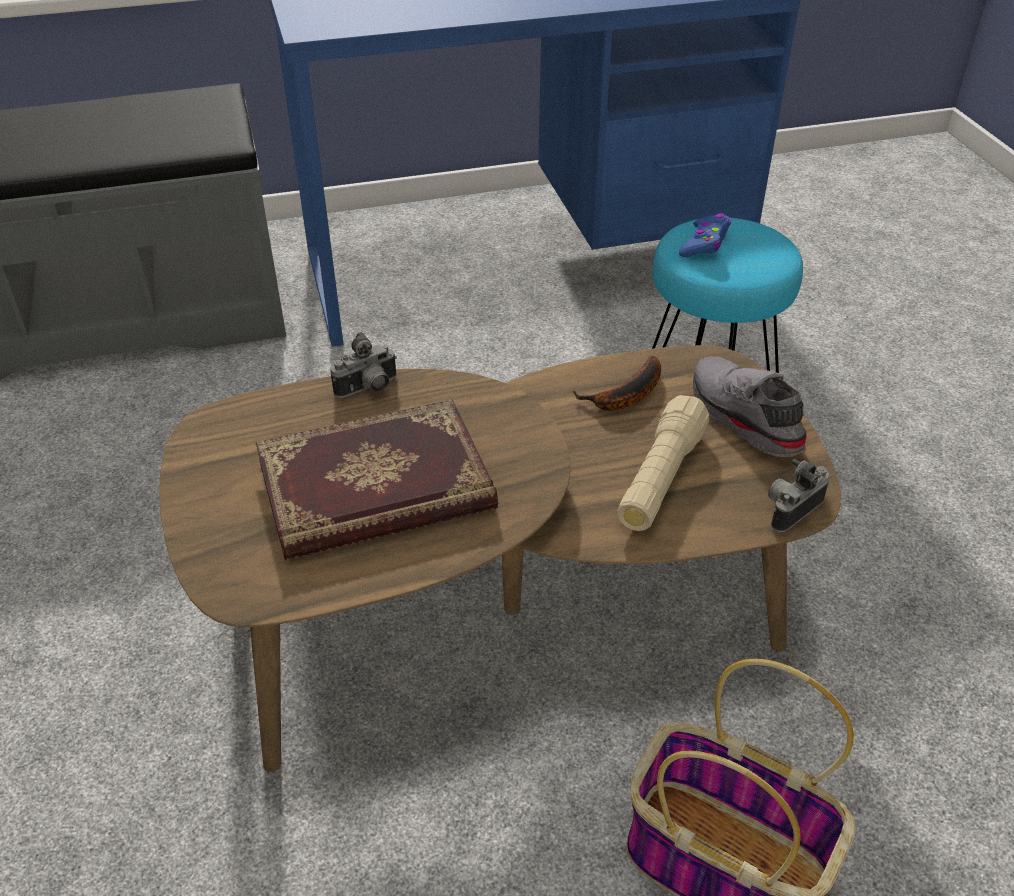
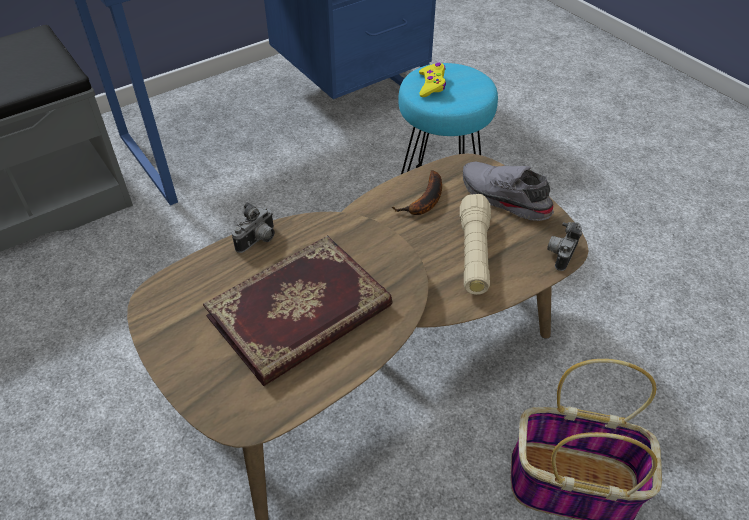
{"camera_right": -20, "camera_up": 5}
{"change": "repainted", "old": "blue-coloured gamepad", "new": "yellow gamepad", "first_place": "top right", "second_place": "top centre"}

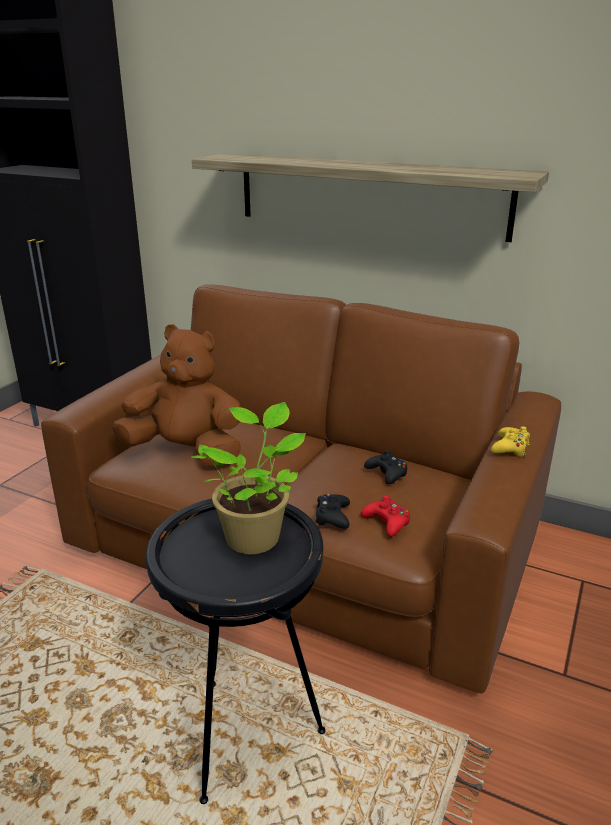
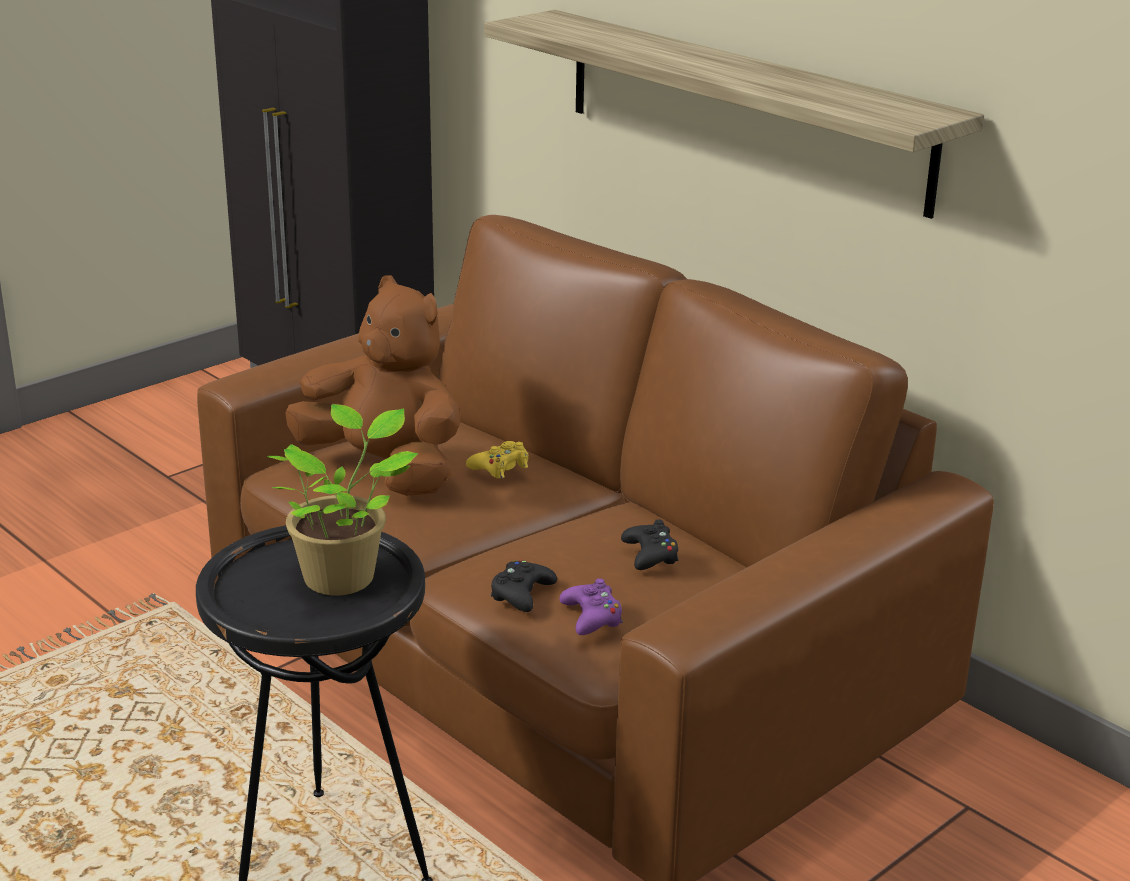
{"camera_right": 20, "camera_up": 0}
{"change": "repainted", "old": "reddish gamepad", "new": "purple-coloured gamepad", "first_place": "centre", "second_place": "bottom centre"}
{"change": "shifted", "old": "yellow gamepad", "first_place": "middle right", "second_place": "centre"}

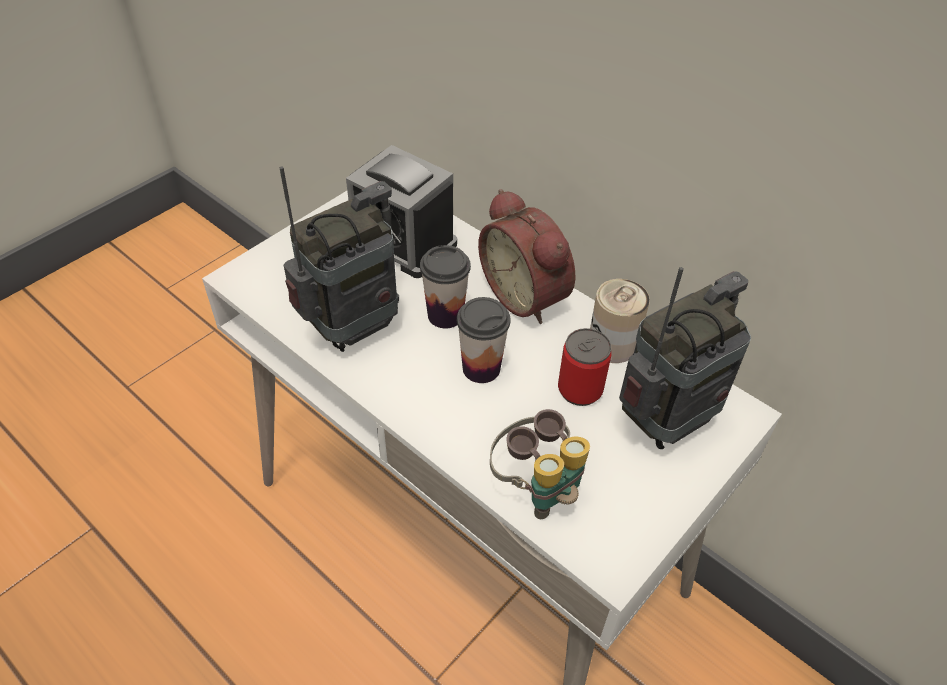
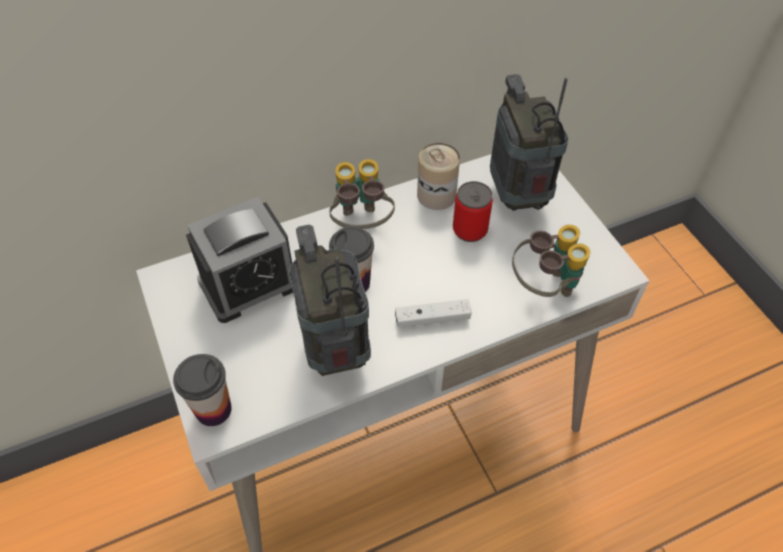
{"camera_right": -65, "camera_up": 5}
{"change": "shifted", "old": "cup (no. 2 from left in the first image)", "new": "cup (no. 1 from left)", "first_place": "centre", "second_place": "bottom left"}
{"change": "swapped", "old": "bedside clock (no. 2 from left)", "new": "field glasses (no. 1 from left)", "first_place": "centre", "second_place": "centre"}
{"change": "new", "new": "white-coloured gamepad", "second_place": "centre"}

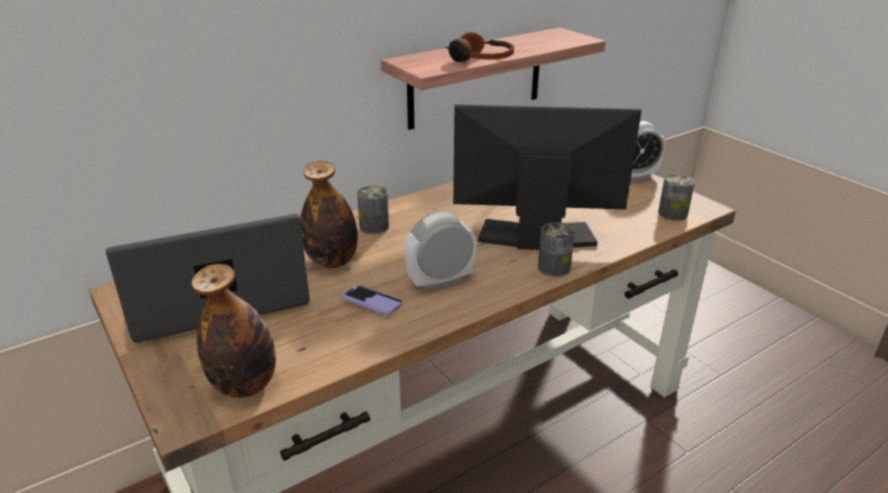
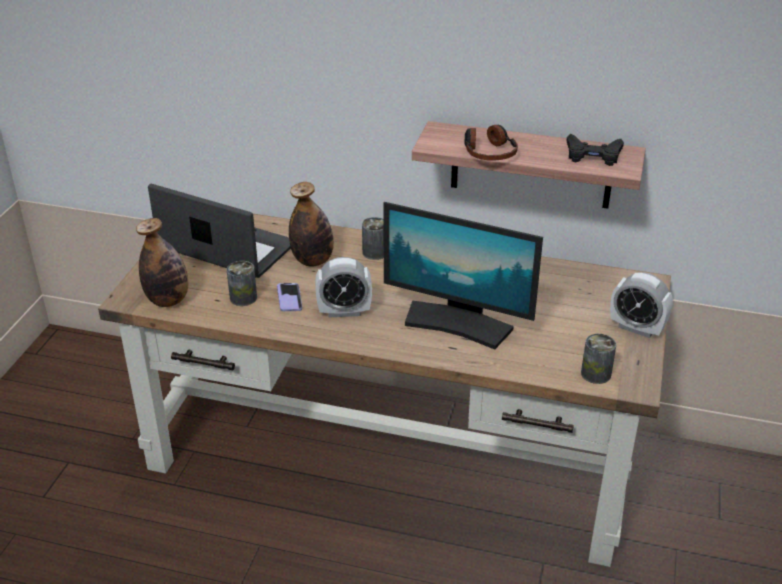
{"camera_right": 50, "camera_up": 5}
{"change": "rotated", "old": "bedside clock (no. 1 from left)", "first_place": "centre", "second_place": "centre", "degrees": 150}
{"change": "rotated", "old": "computer screen", "first_place": "centre", "second_place": "centre", "degrees": 150}
{"change": "shifted", "old": "metal can (no. 2 from left in the first image)", "new": "metal can (no. 1 from left)", "first_place": "centre", "second_place": "middle left"}
{"change": "new", "new": "blackish gamepad", "second_place": "top right"}

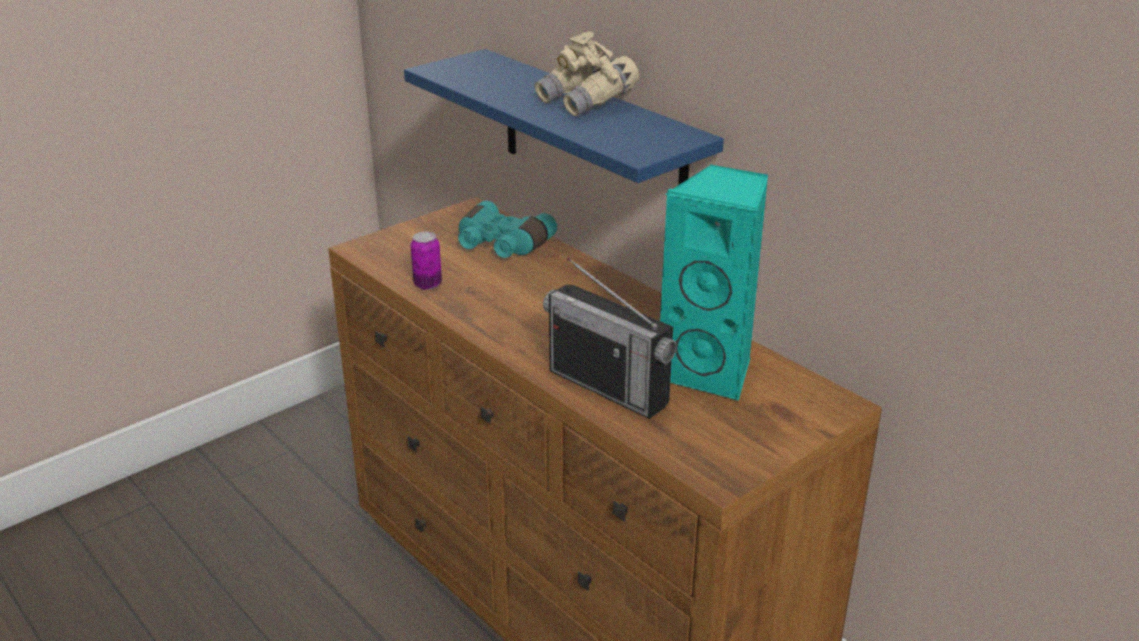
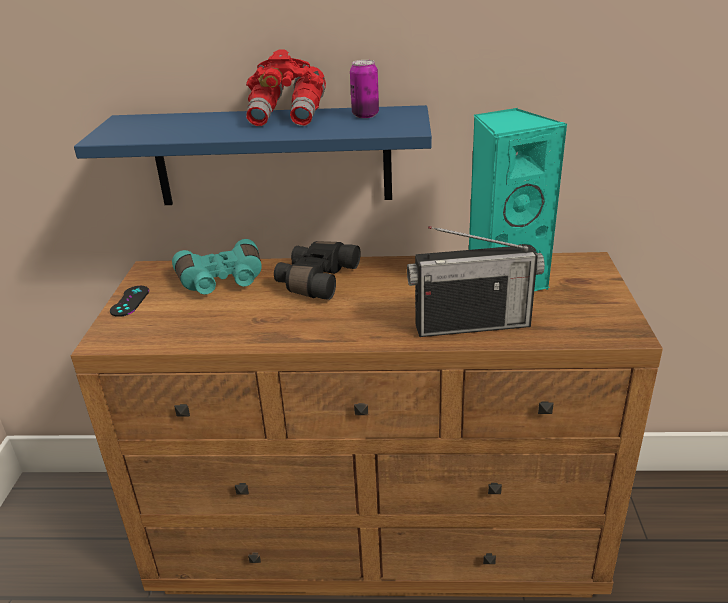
{"camera_right": -45, "camera_up": 0}
{"change": "shifted", "old": "metal can", "first_place": "centre", "second_place": "top centre"}
{"change": "repainted", "old": "beige field glasses", "new": "reddish field glasses", "first_place": "top centre", "second_place": "top centre"}
{"change": "new", "new": "blackish gamepad", "second_place": "middle left"}
{"change": "new", "new": "blackish field glasses", "second_place": "centre"}

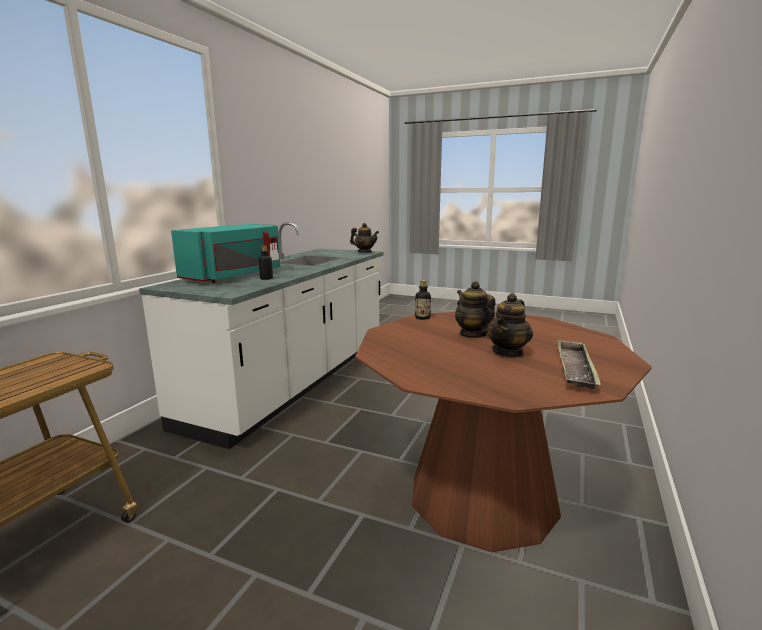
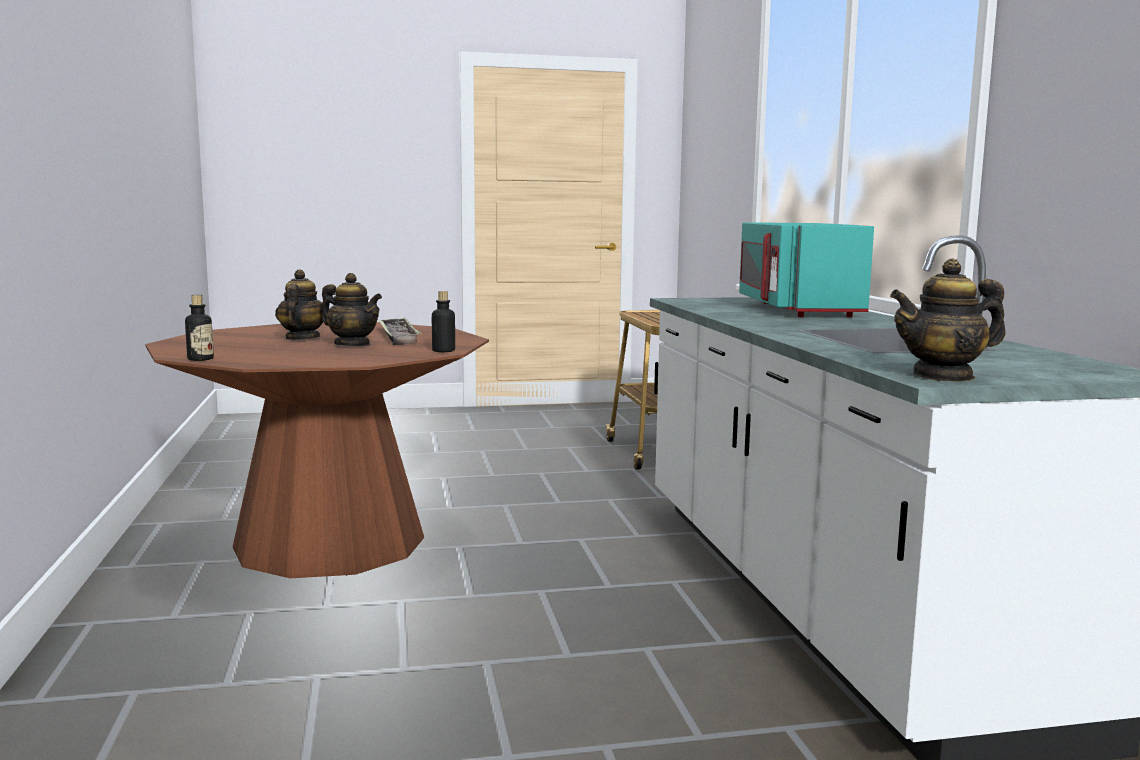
{"camera_right": 145, "camera_up": -5}
{"change": "shifted", "old": "beverage bottle (no. 1 from left)", "first_place": "centre", "second_place": "middle left"}
{"change": "shifted", "old": "tray", "first_place": "middle right", "second_place": "centre"}

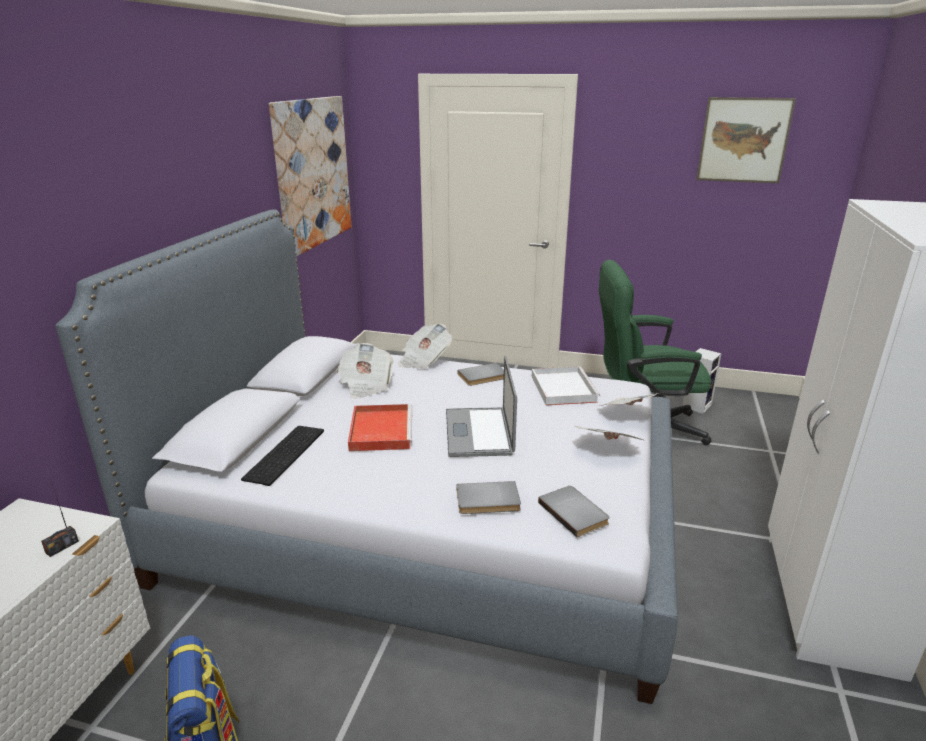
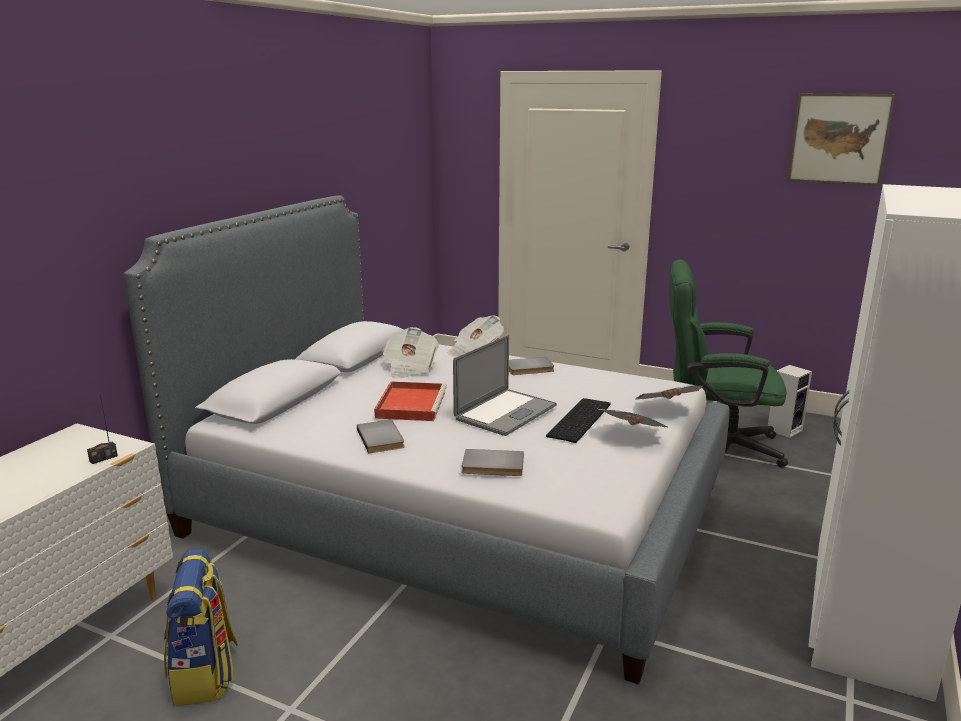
{"camera_right": 10, "camera_up": -5}
{"change": "shifted", "old": "PC keyboard", "first_place": "middle left", "second_place": "centre"}
{"change": "gone", "old": "wall picture (no. 1 from left)", "first_place": "top centre"}
{"change": "rotated", "old": "portable computer", "first_place": "centre", "second_place": "centre", "degrees": -150}
{"change": "gone", "old": "white-coloured tray", "first_place": "centre"}
{"change": "shifted", "old": "gray book (no. 3 from left in the first image)", "new": "gray book (no. 1 from left)", "first_place": "bottom centre", "second_place": "centre"}

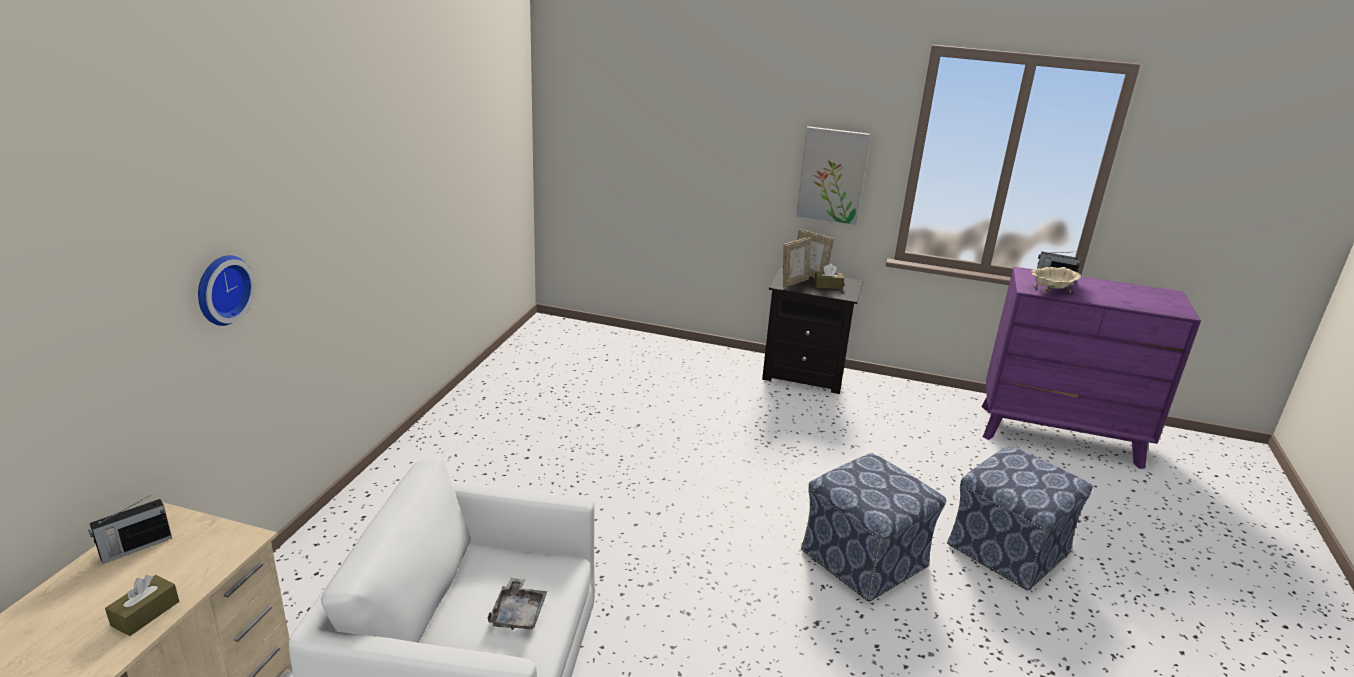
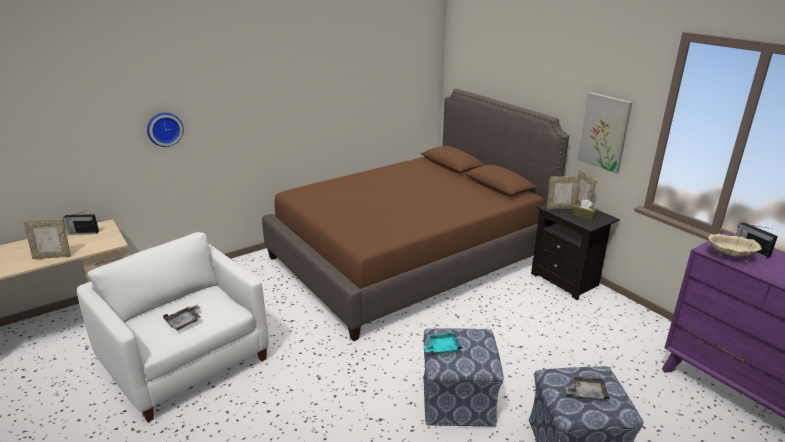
{"camera_right": 40, "camera_up": 0}
{"change": "swapped", "old": "brown-coloured box of tissues (no. 1 from left)", "new": "standing frame (no. 1 from left)", "first_place": "bottom left", "second_place": "middle left"}
{"change": "new", "new": "brown-coloured bed", "second_place": "centre"}
{"change": "new", "new": "turquoise-coloured tray", "second_place": "bottom centre"}
{"change": "new", "new": "gray tray (no. 2 from left)", "second_place": "bottom right"}

